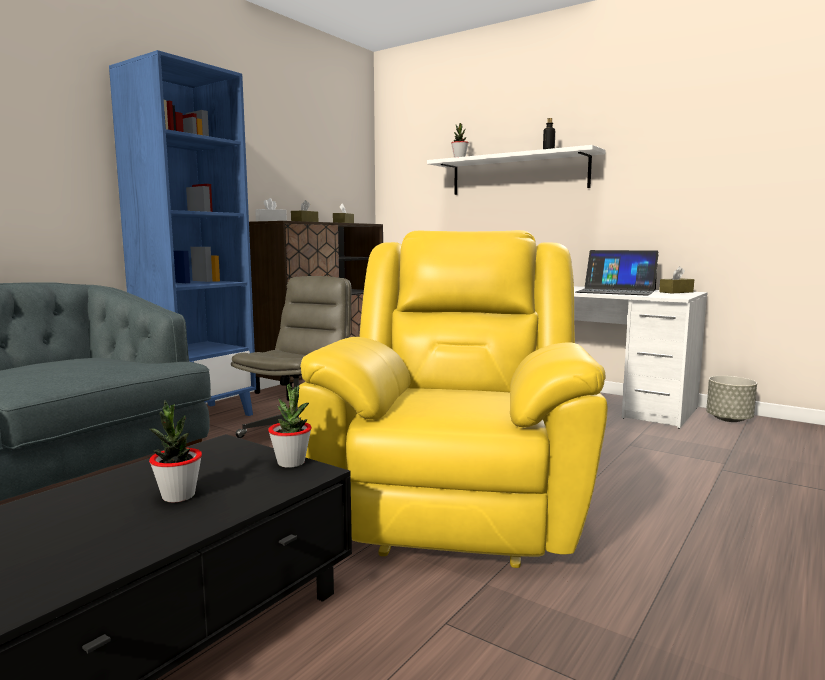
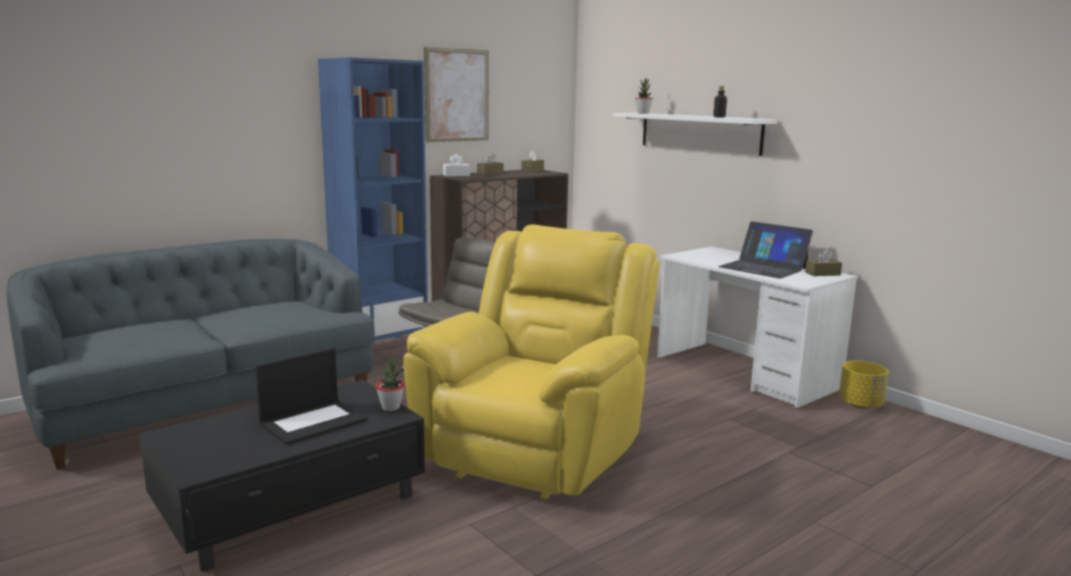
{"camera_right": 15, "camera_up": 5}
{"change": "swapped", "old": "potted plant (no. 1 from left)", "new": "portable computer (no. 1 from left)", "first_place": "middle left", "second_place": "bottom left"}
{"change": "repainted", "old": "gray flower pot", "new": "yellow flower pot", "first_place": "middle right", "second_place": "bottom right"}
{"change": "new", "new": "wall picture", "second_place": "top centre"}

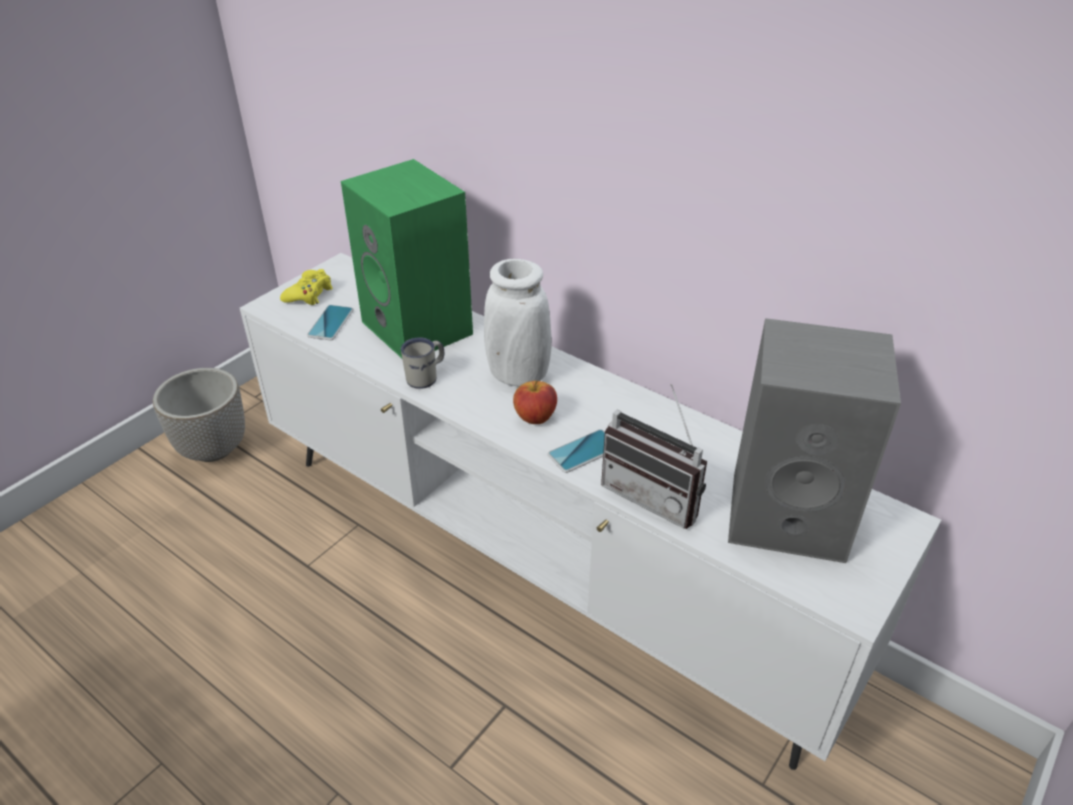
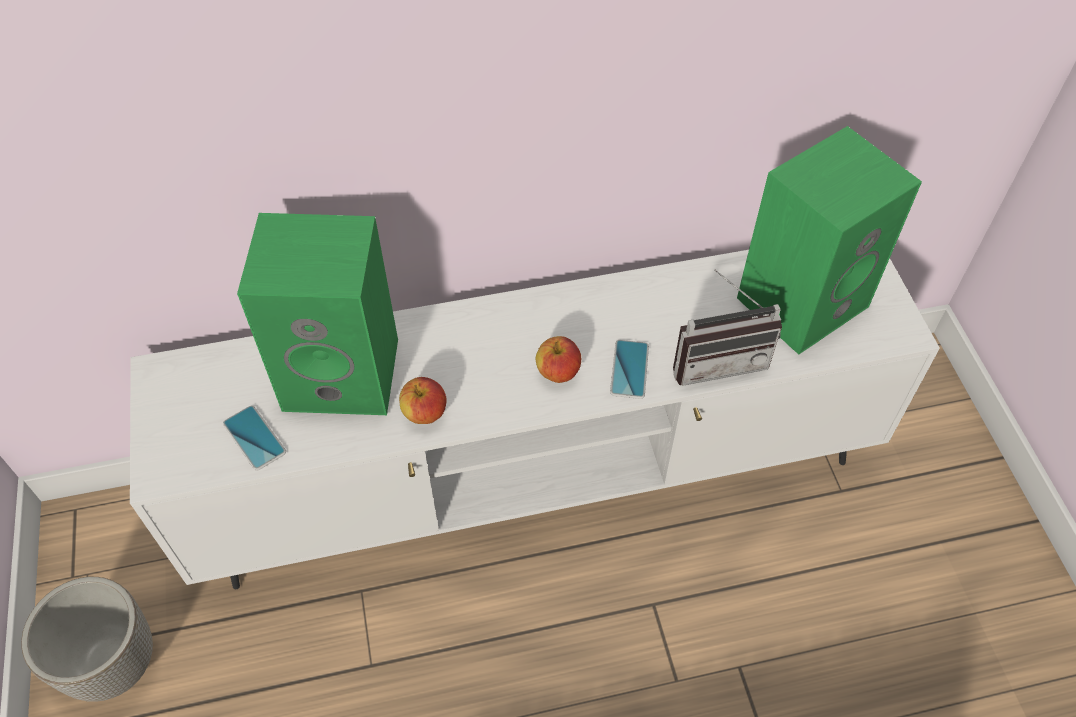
{"camera_right": -50, "camera_up": 15}
{"change": "gone", "old": "yellow gamepad", "first_place": "middle left"}
{"change": "swapped", "old": "white-coloured tea mug", "new": "whole apple (no. 1 from left)", "first_place": "centre", "second_place": "centre"}
{"change": "gone", "old": "white-coloured vase", "first_place": "centre"}
{"change": "repainted", "old": "gray audio speaker", "new": "green audio speaker (no. 2 from left)", "first_place": "middle right", "second_place": "middle right"}

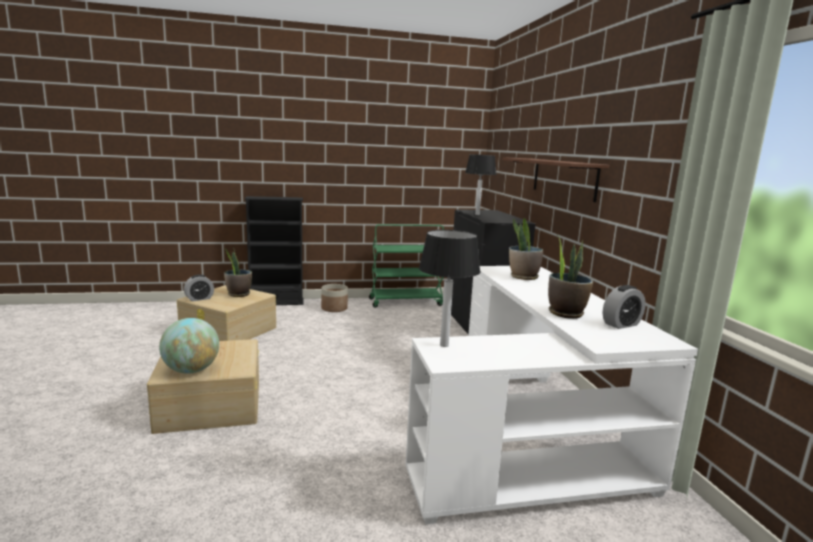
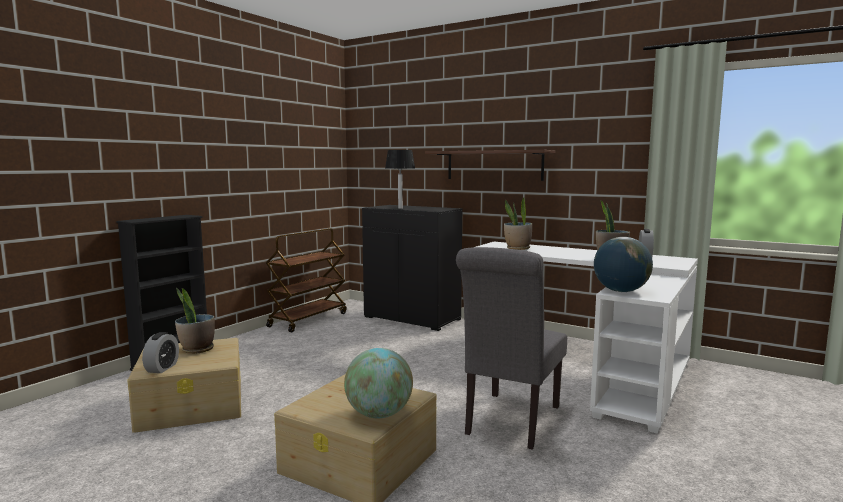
{"camera_right": -45, "camera_up": -5}
{"change": "gone", "old": "flower pot", "first_place": "centre"}
{"change": "repainted", "old": "green cart", "new": "brown-coloured cart", "first_place": "centre", "second_place": "centre"}
{"change": "swapped", "old": "lamp for a table (no. 1 from left)", "new": "globe (no. 2 from left)", "first_place": "centre", "second_place": "middle right"}
{"change": "new", "new": "gray upright chair", "second_place": "bottom centre"}

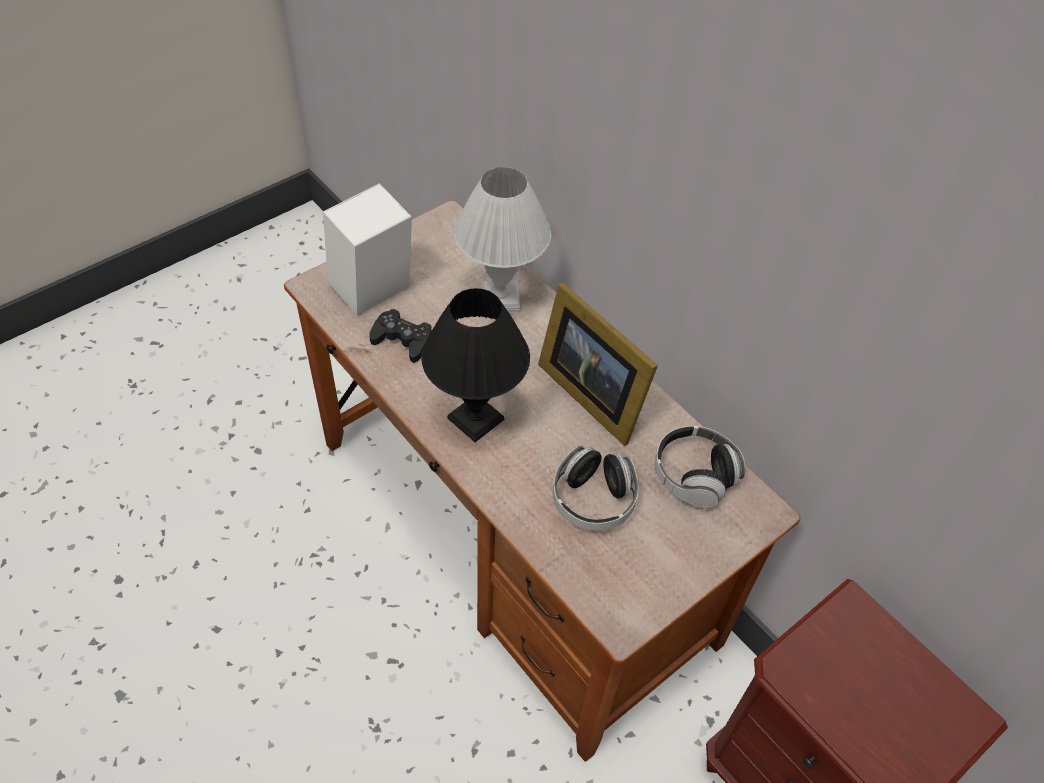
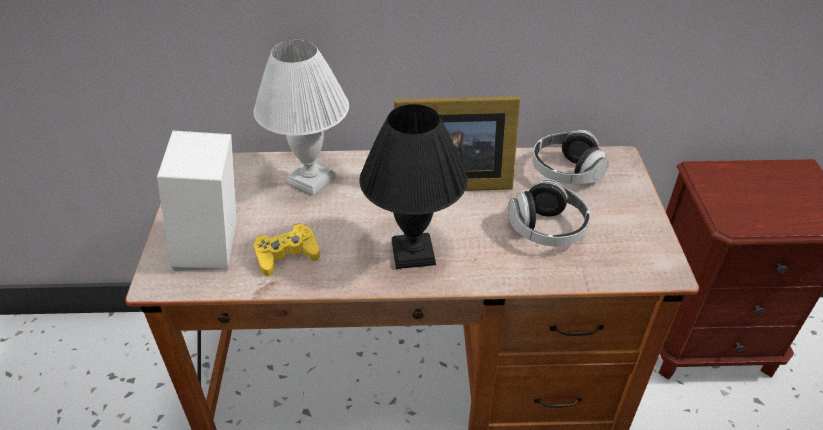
{"camera_right": -50, "camera_up": -10}
{"change": "repainted", "old": "blackish gamepad", "new": "yellow gamepad", "first_place": "centre", "second_place": "centre"}

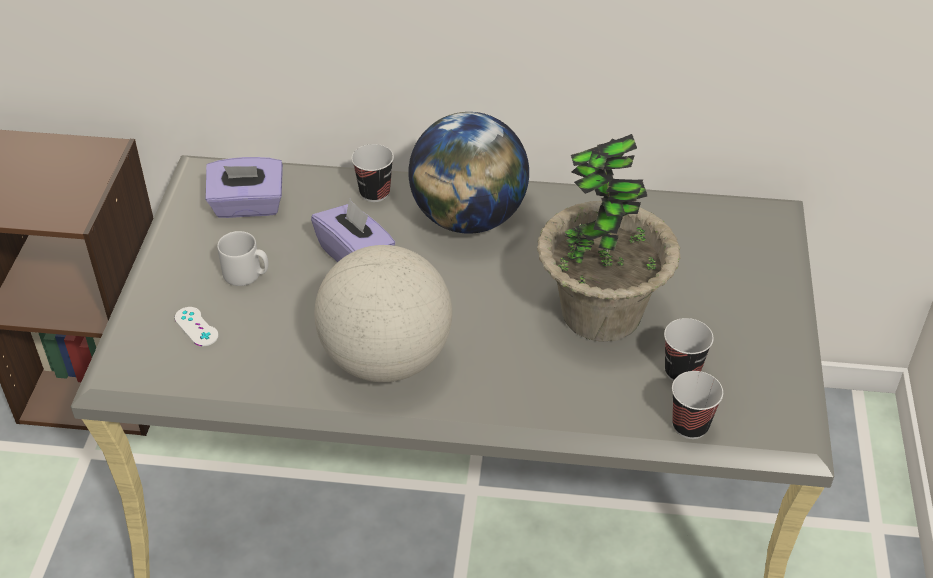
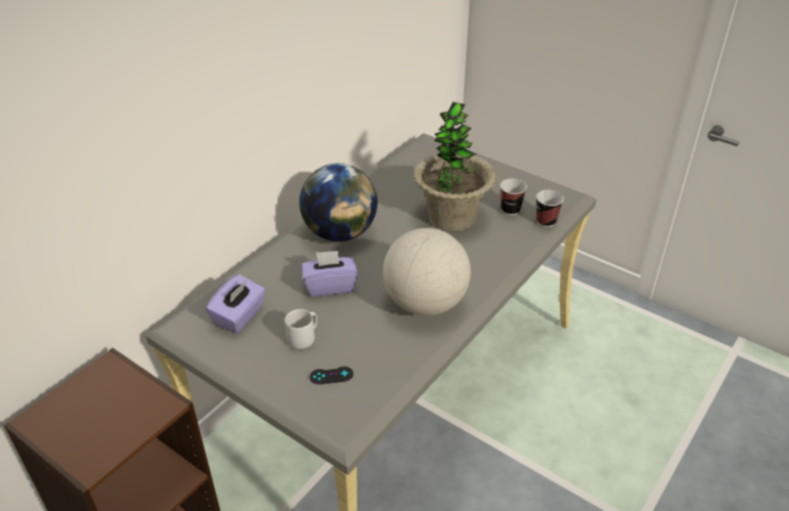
{"camera_right": -60, "camera_up": -5}
{"change": "repainted", "old": "white-coloured gamepad", "new": "blackish gamepad", "first_place": "middle left", "second_place": "bottom centre"}
{"change": "gone", "old": "cup (no. 1 from left)", "first_place": "top centre"}

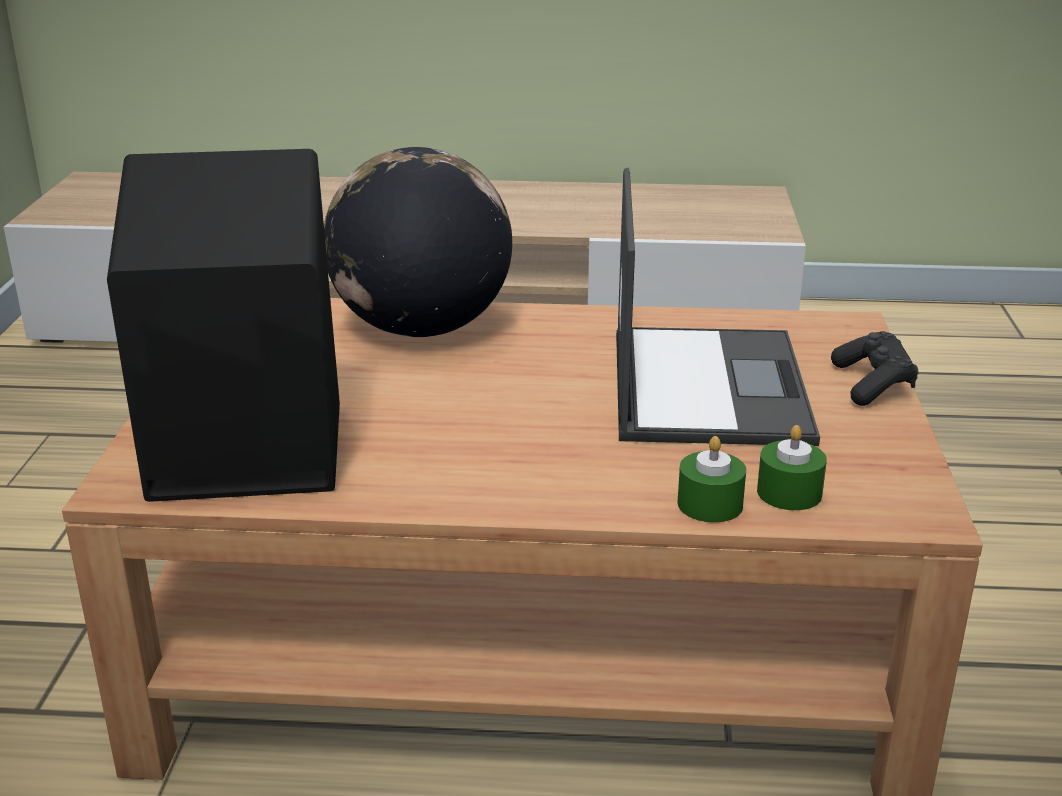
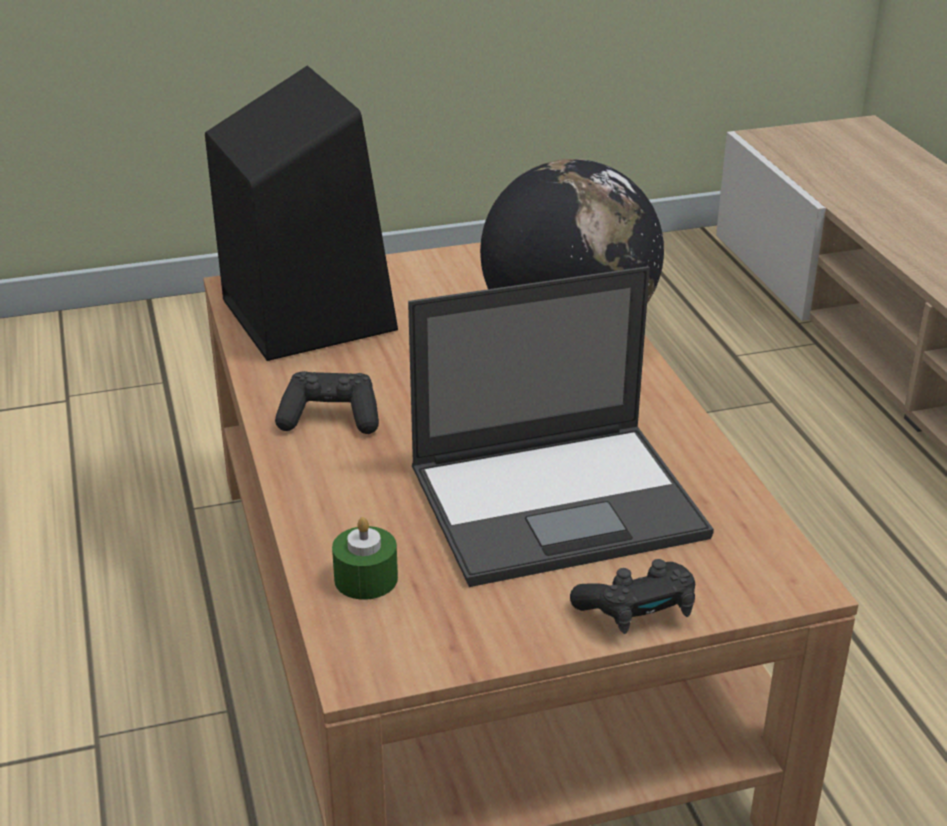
{"camera_right": 70, "camera_up": 5}
{"change": "gone", "old": "green wax light (no. 1 from left)", "first_place": "middle right"}
{"change": "new", "new": "blackish gamepad (no. 1 from left)", "second_place": "centre"}

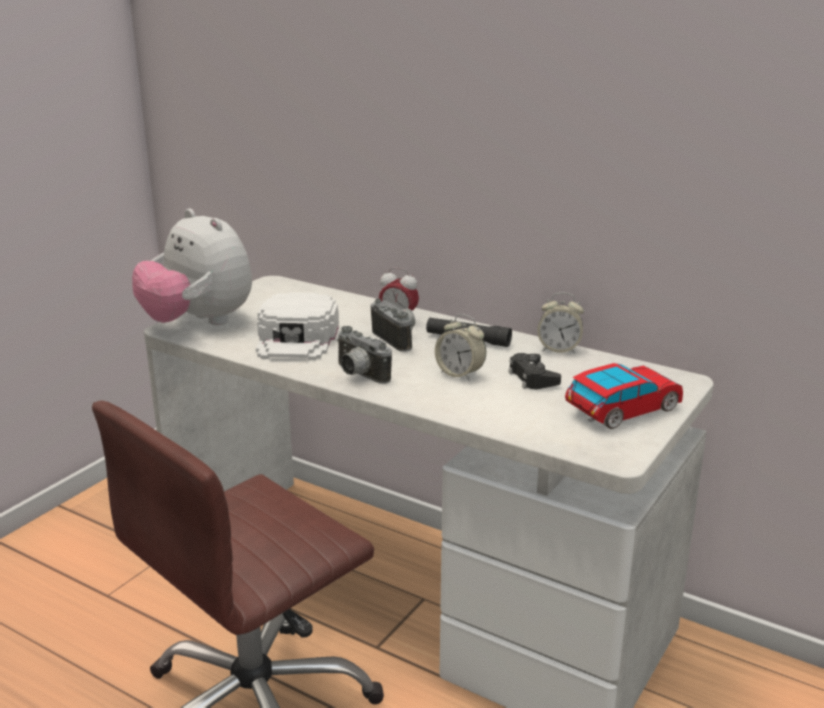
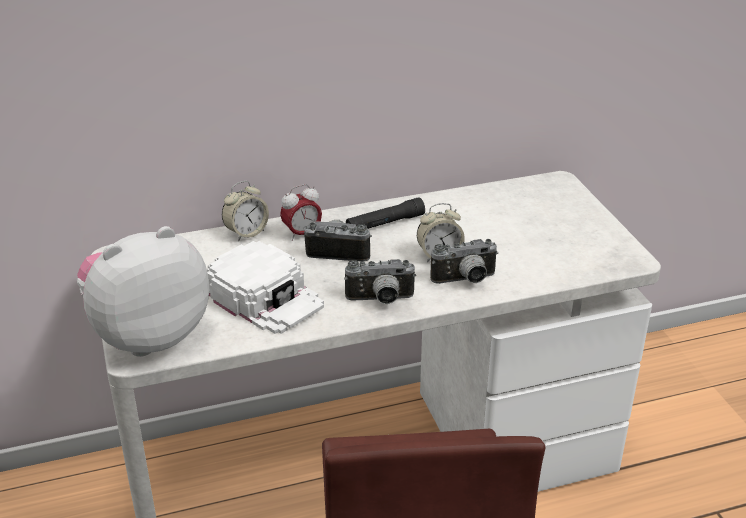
{"camera_right": -50, "camera_up": 10}
{"change": "rotated", "old": "cuddly toy", "first_place": "middle left", "second_place": "middle left", "degrees": 150}
{"change": "gone", "old": "blackish gamepad", "first_place": "centre"}
{"change": "shifted", "old": "bedside clock (no. 3 from left in the first image)", "new": "bedside clock (no. 1 from left)", "first_place": "middle right", "second_place": "middle left"}
{"change": "gone", "old": "miniature car", "first_place": "middle right"}
{"change": "new", "new": "photo camera (no. 3 from left)", "second_place": "centre"}

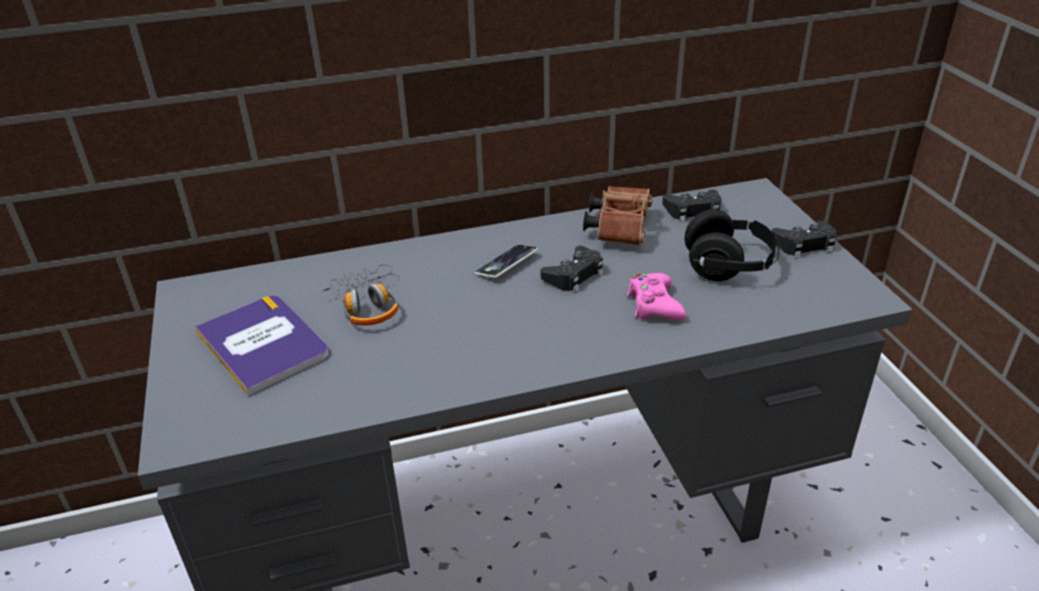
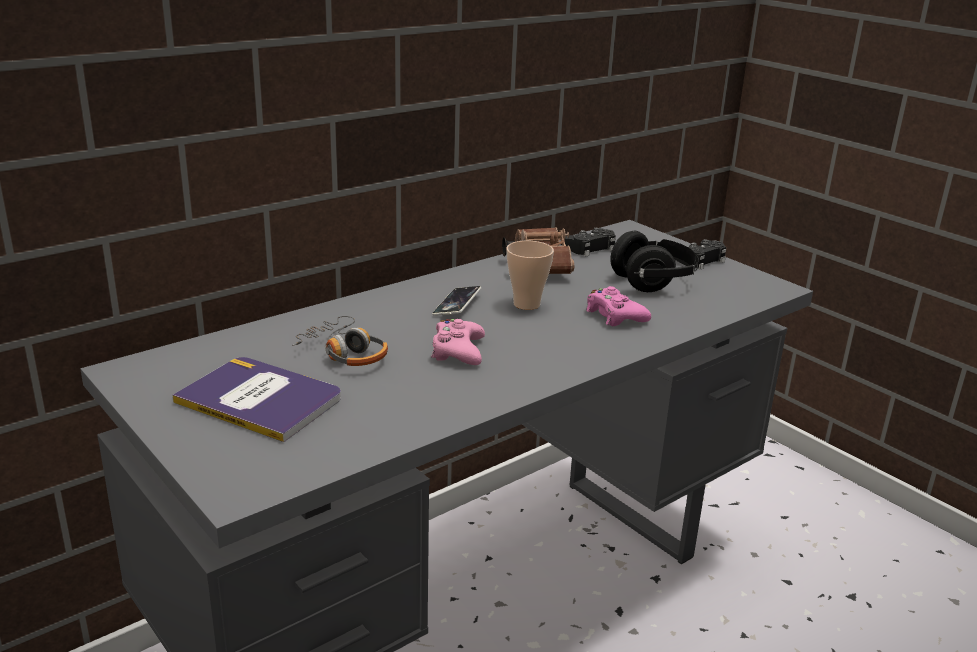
{"camera_right": -25, "camera_up": -10}
{"change": "swapped", "old": "blackish gamepad (no. 1 from left)", "new": "cup", "first_place": "centre", "second_place": "centre"}
{"change": "new", "new": "pinkish gamepad (no. 1 from left)", "second_place": "centre"}

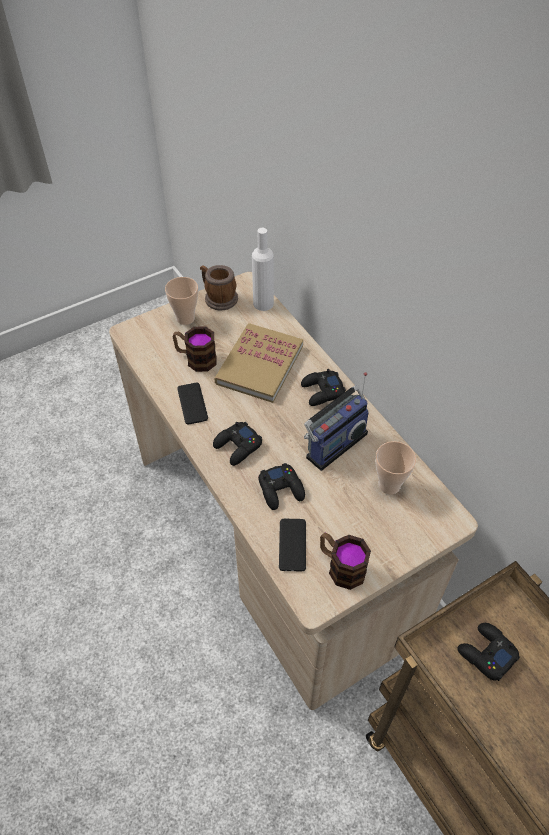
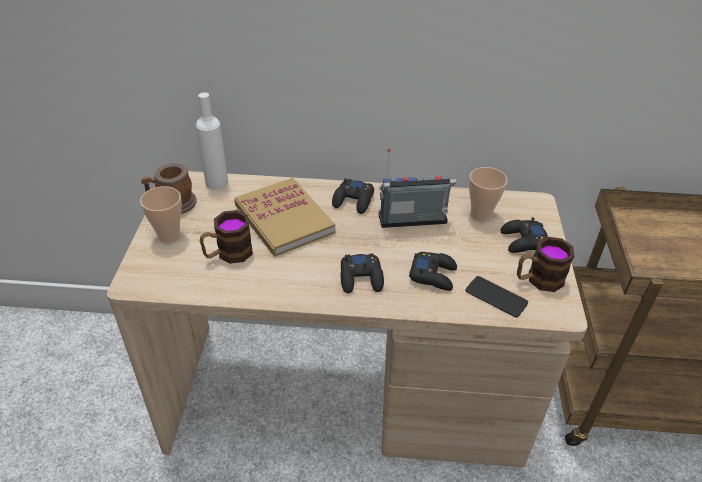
{"camera_right": -55, "camera_up": -10}
{"change": "gone", "old": "telephone (no. 1 from left)", "first_place": "centre"}
{"change": "rotated", "old": "radio", "first_place": "centre", "second_place": "centre", "degrees": -90}
{"change": "shifted", "old": "blackish gamepad (no. 4 from left)", "first_place": "bottom right", "second_place": "middle right"}

